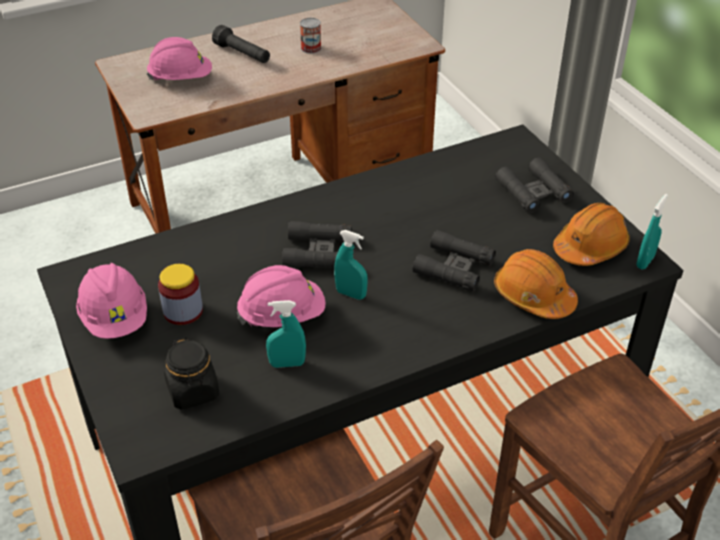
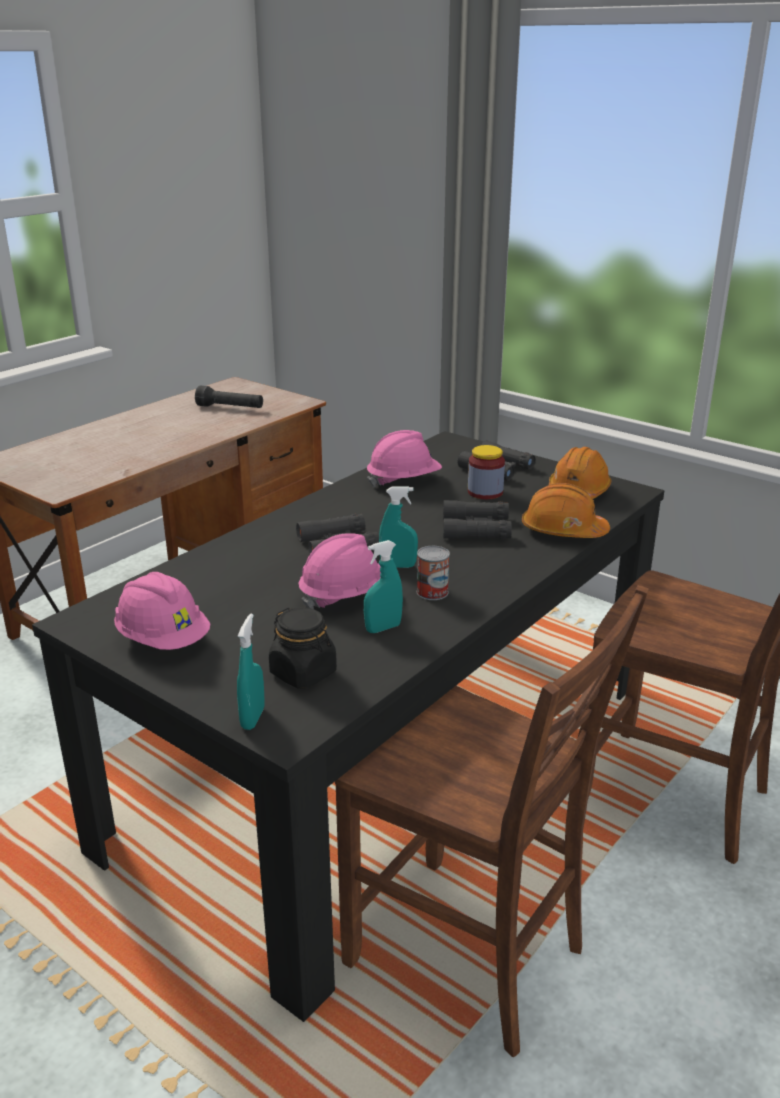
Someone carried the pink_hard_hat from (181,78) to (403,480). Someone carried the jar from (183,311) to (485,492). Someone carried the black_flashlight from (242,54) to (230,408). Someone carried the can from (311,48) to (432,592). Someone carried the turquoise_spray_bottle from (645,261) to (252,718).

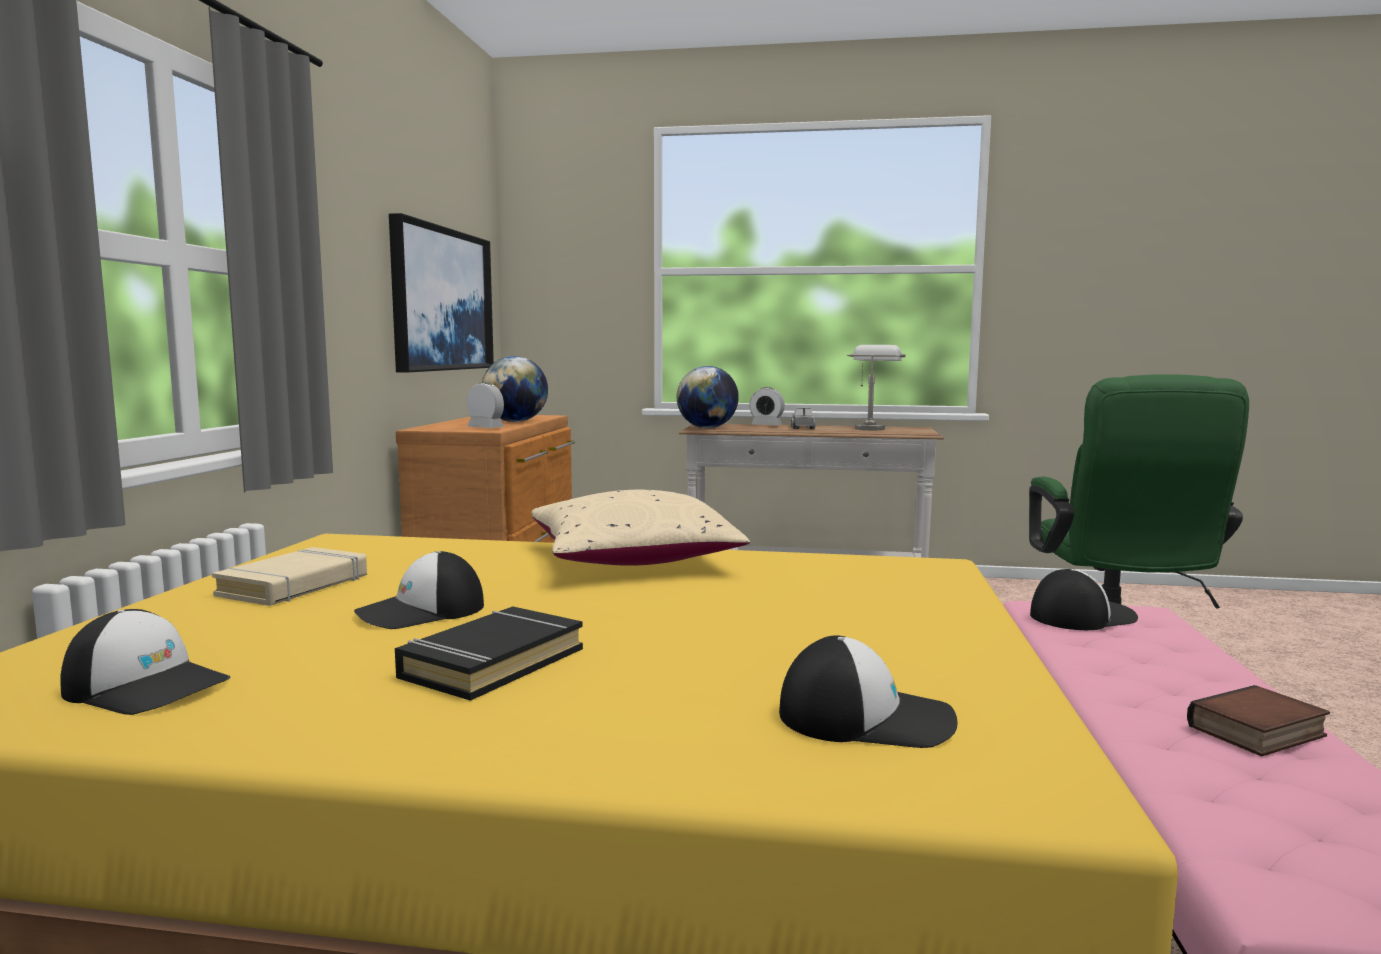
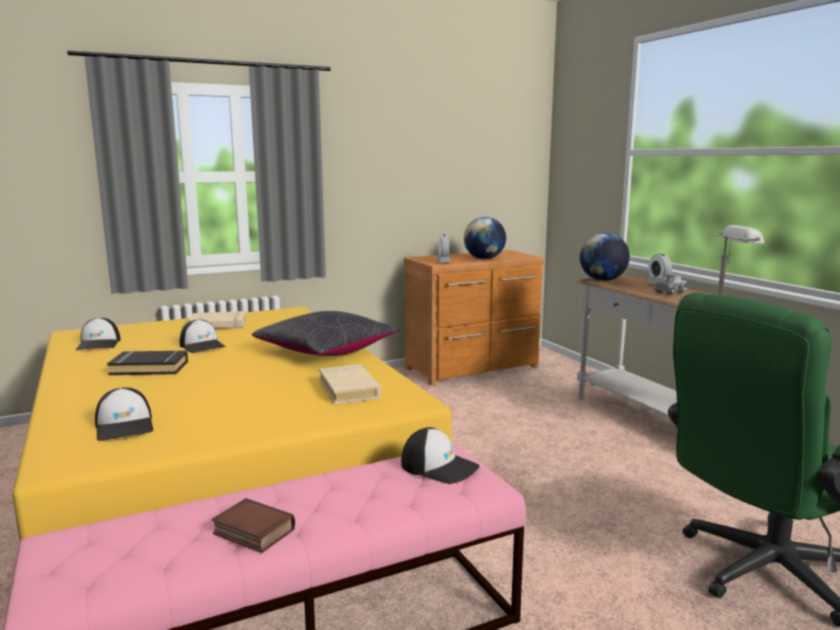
Someone rotated the cap at (421,612) by 150 degrees counterclockwise. Someone took away the picture at (441,300). Someone repainted the beige_pillow at (632,560), which became the black_pillow at (326,350). Someone put down the beige_book at (349,389).

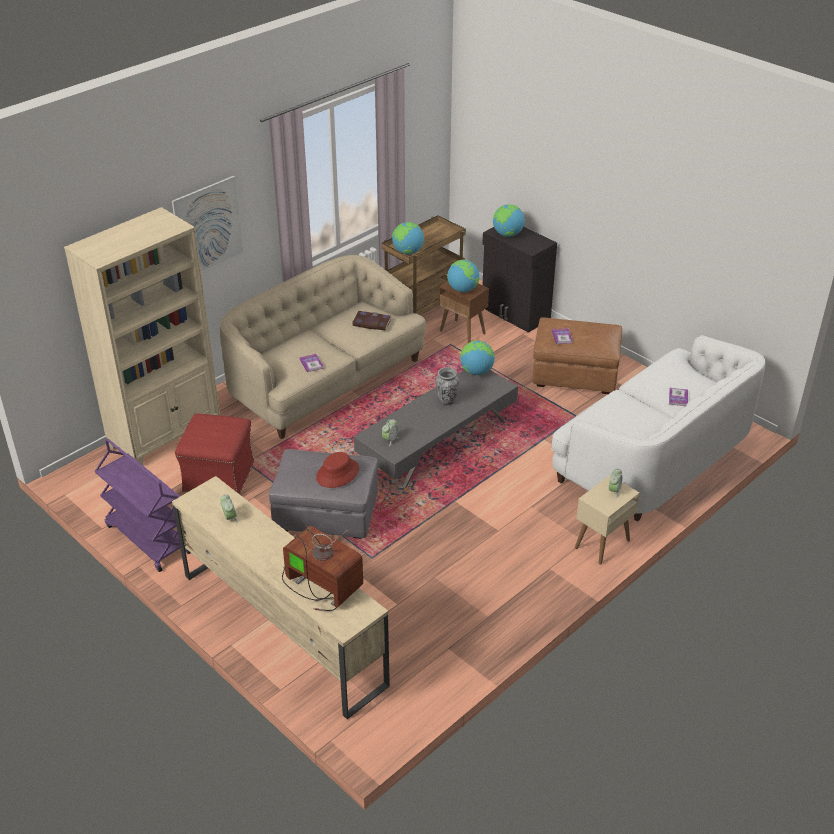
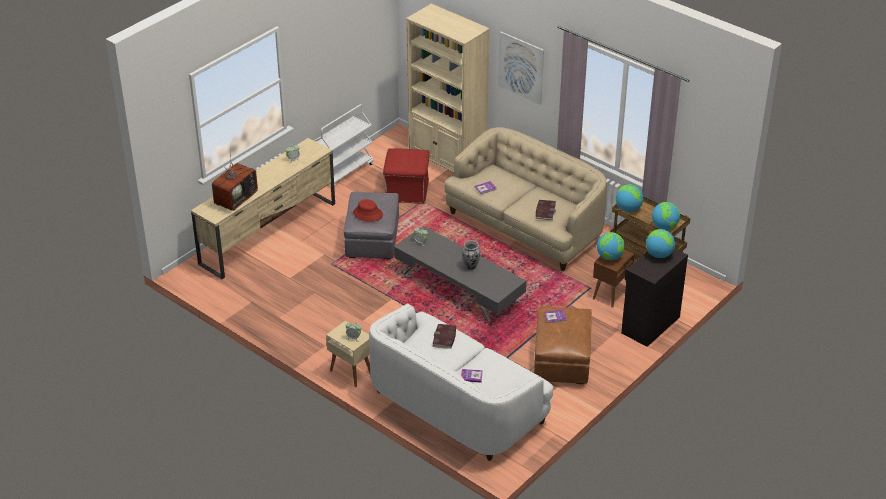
Someone repainted the purple_cart at (147,539), which became the white_cart at (344,172). Someone carried the globe from (476,371) to (664,227). Someone put down the book at (444,338).

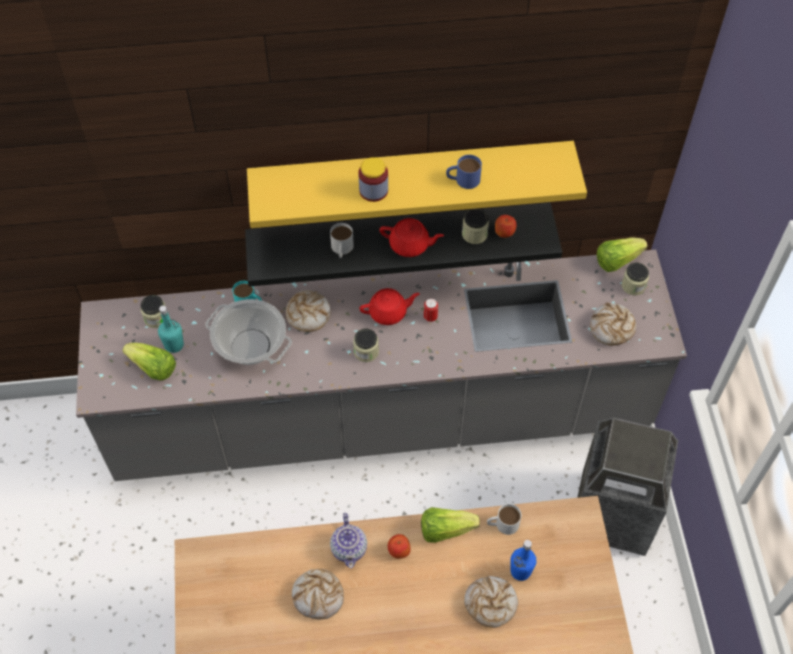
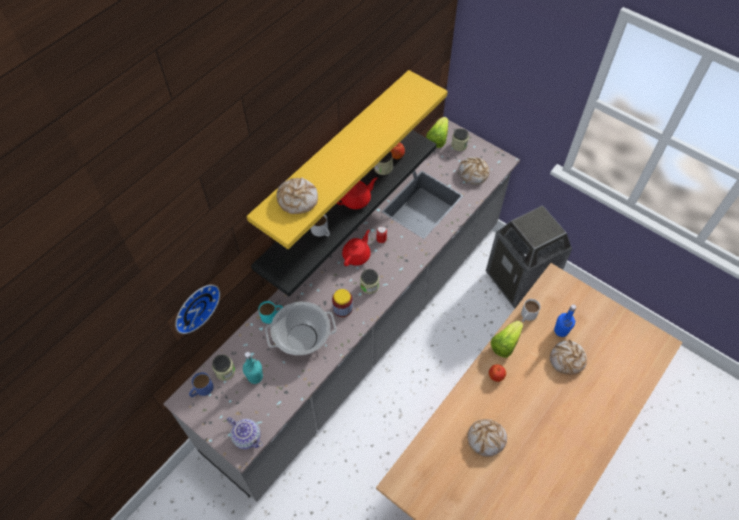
Someone took away the lettuce at (153,368). Someone carried the bread from (308,314) to (297,199). Someone carried the teapot from (349,548) to (247,437). Someone carried the jar from (373,190) to (342,308). Someone carried the blue_mug from (463,179) to (201,390). Someone put up the wall_clock at (194,306).

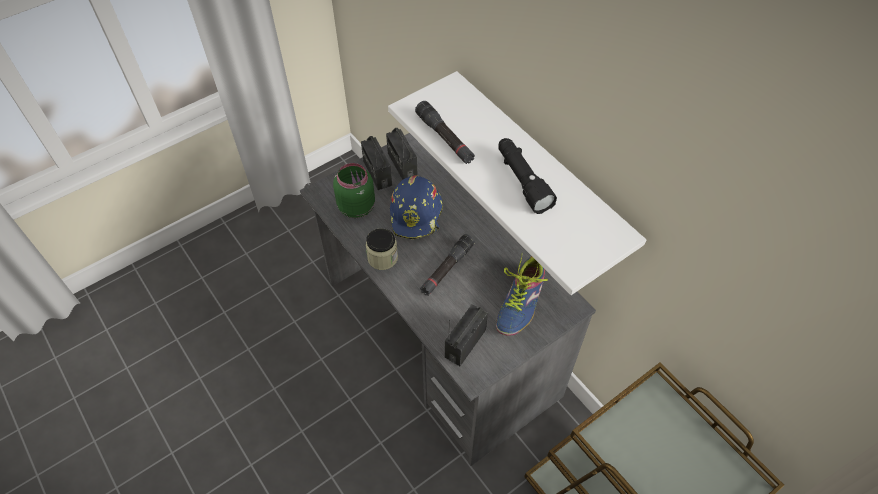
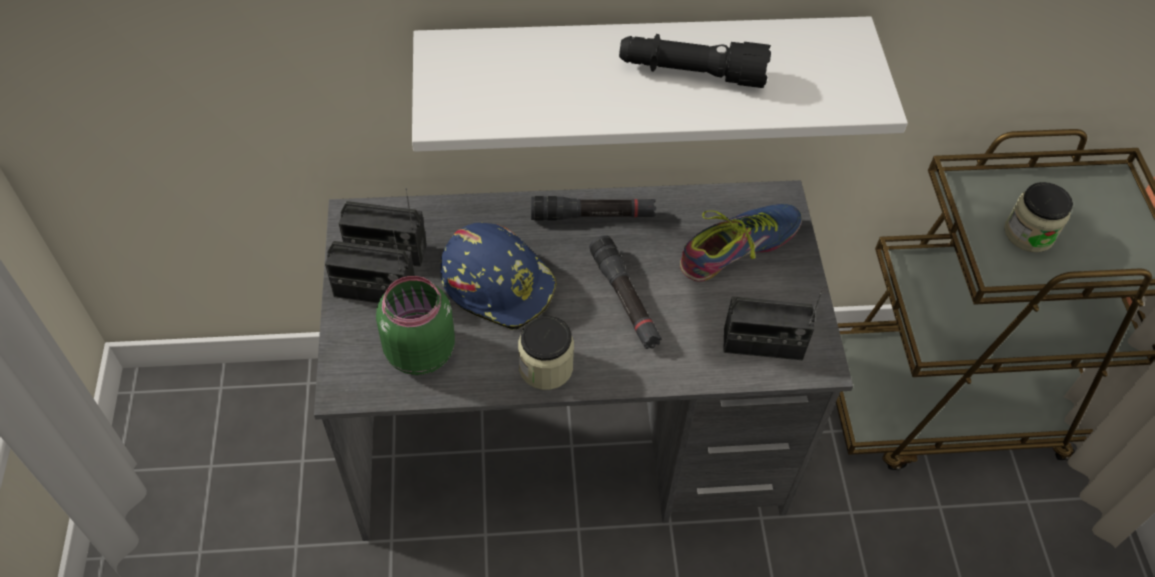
Someone carried the black_flashlight from (445,138) to (592,215). Someone rotated the radio at (465,343) by 60 degrees counterclockwise. Someone rotated the shoe at (520,302) by 90 degrees counterclockwise. Someone put down the jar at (1029,233).

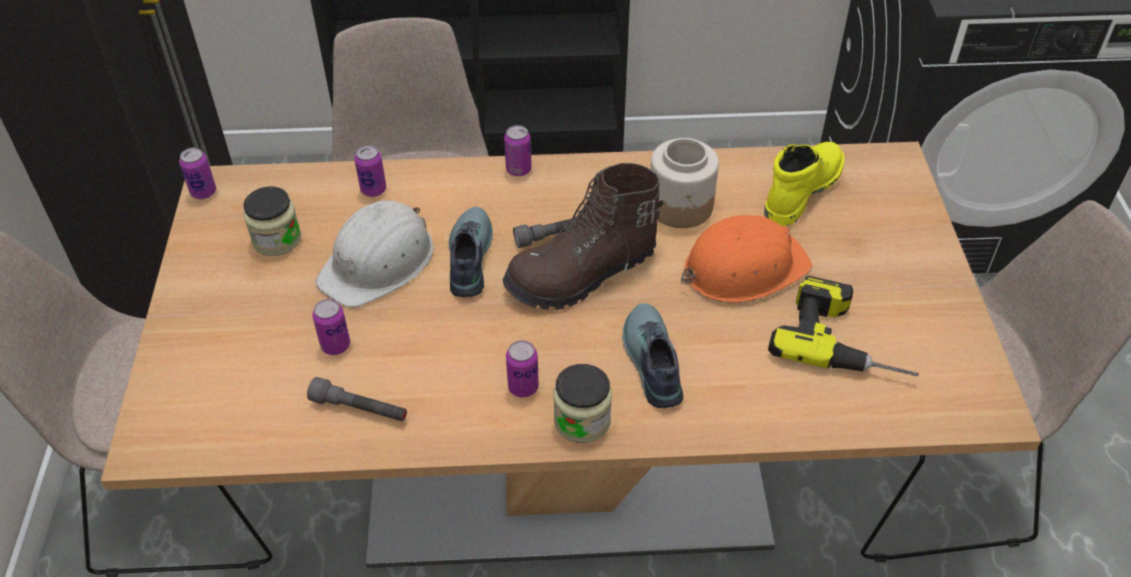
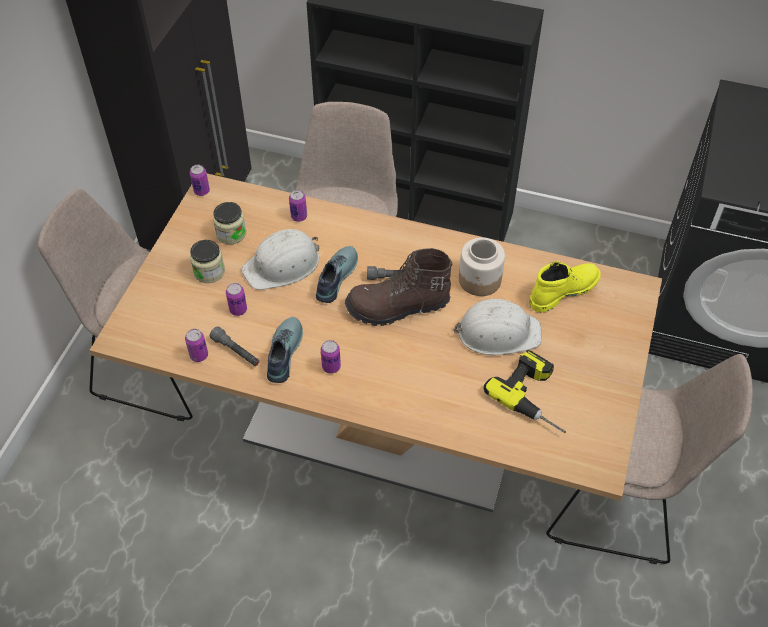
Someone carried the can from (518,169) to (199,355). Someone carried the jar from (582,420) to (209,272). Someone carried the shoe from (650,362) to (282,353). Someone repainted the orange_hard_hat at (743,268), which became the white_hard_hat at (498,332).

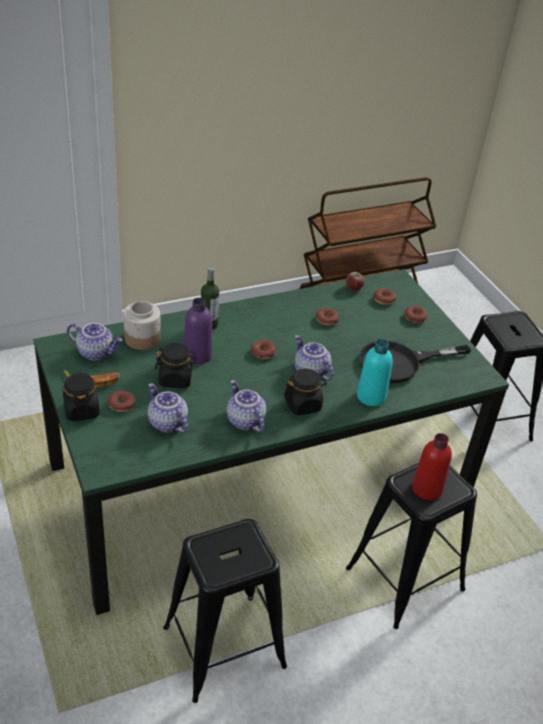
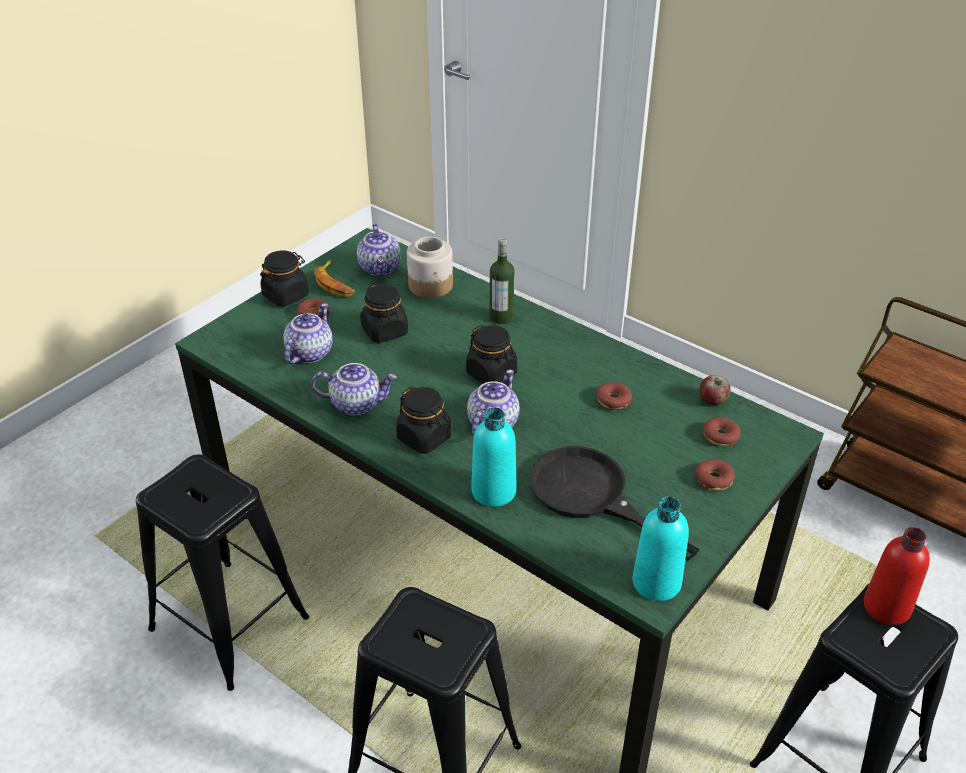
Someone took away the purple_bottle at (197,355). Someone rotated the teapot at (244,421) by 60 degrees clockwise. Someone swapped the donut at (263,353) for the black_jar at (492,373). Someone carried the red_bottle from (427,489) to (886,607). Someone put down the turquoise_bottle at (656,582).

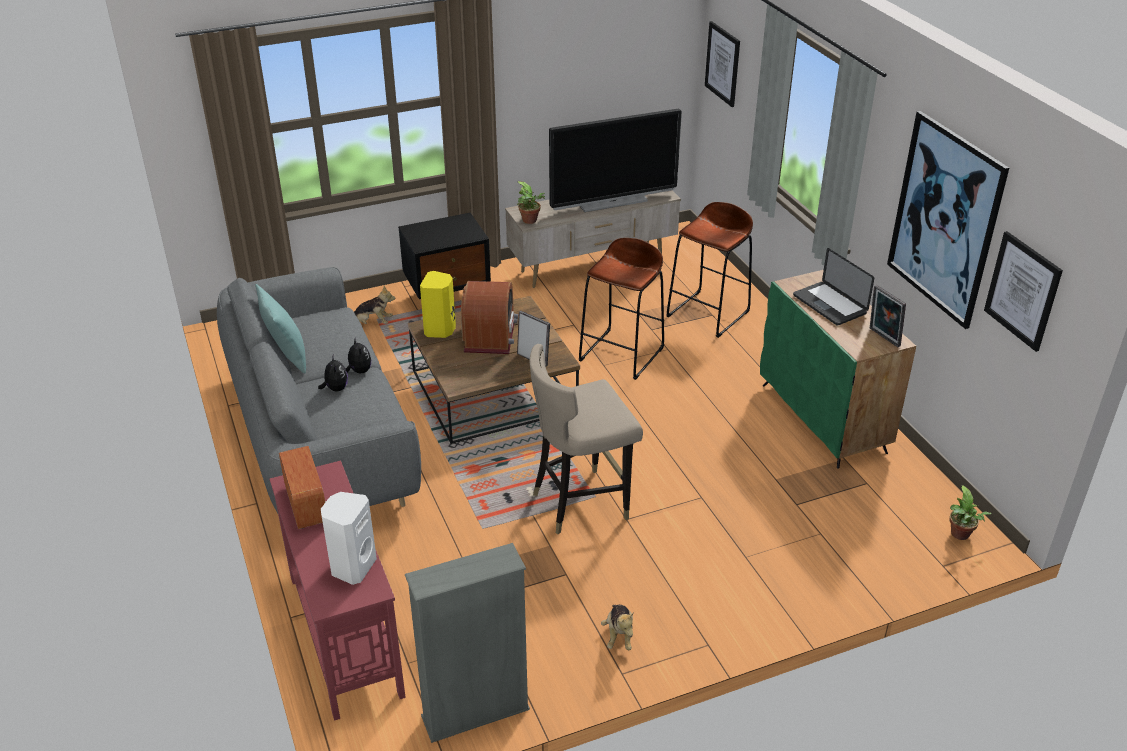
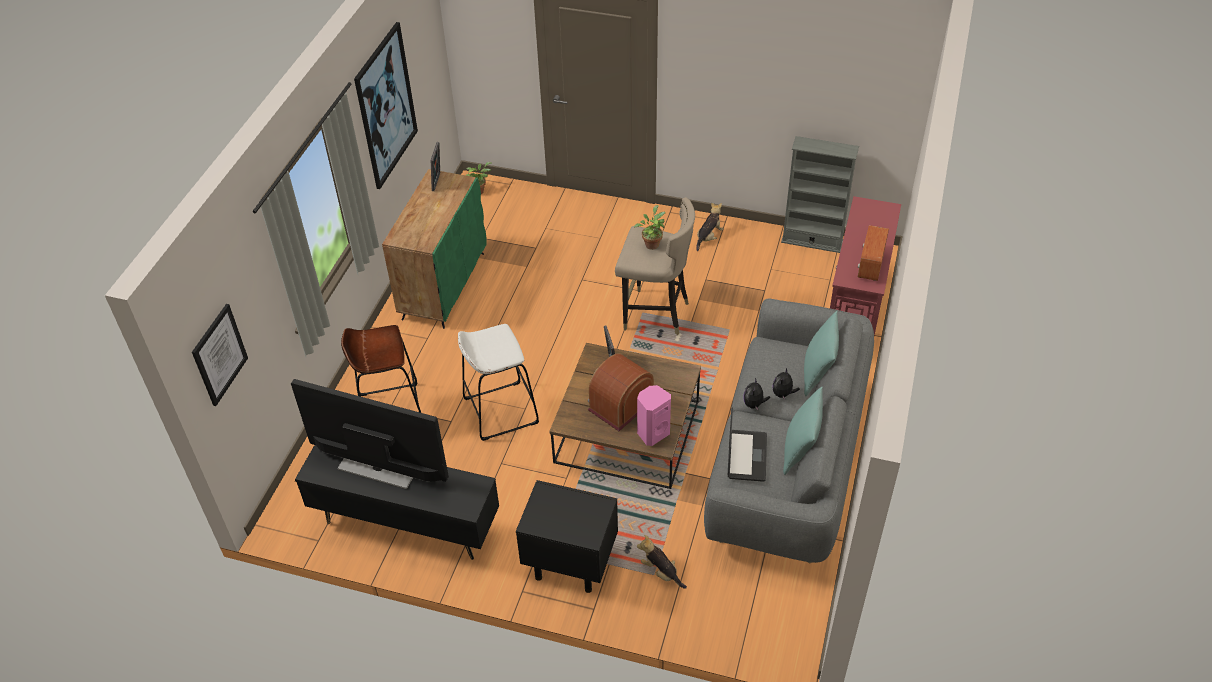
Someone took away the white_speaker at (352,567). Someone repainted the yellow_speaker at (440,330), which became the pink_speaker at (652,433). Someone repainted the beige_tv_stand at (592,266), which became the black_tv_stand at (407,526). Someone carried the potted_plant from (531,221) to (651,243). Someone repainted the brown_stool at (622,354), which became the white_stool at (500,410). Someone carried the laptop from (829,304) to (747,456). Someone took away the picture at (1023,290). Someone put down the turquoise_pillow at (818,374).

